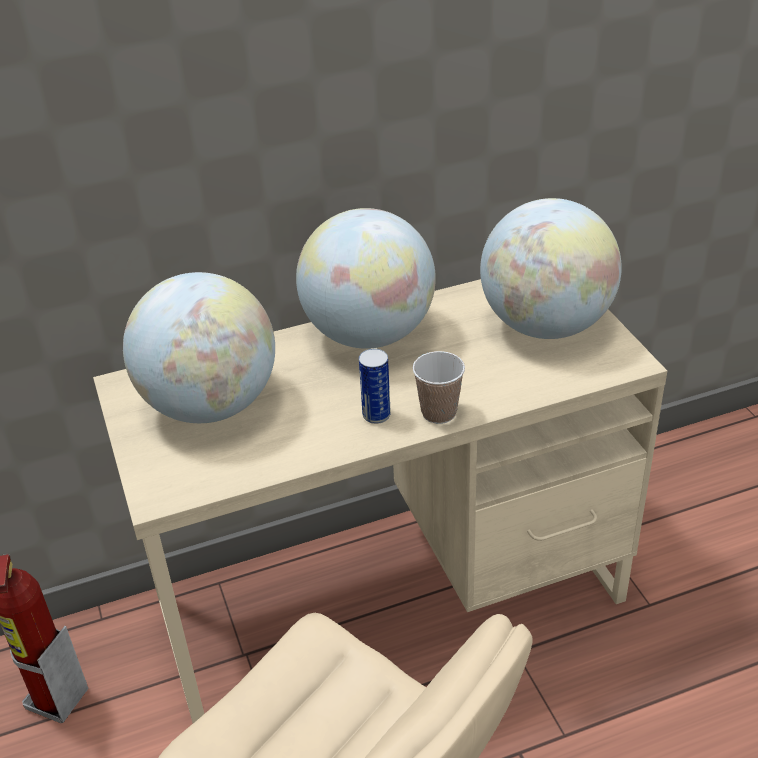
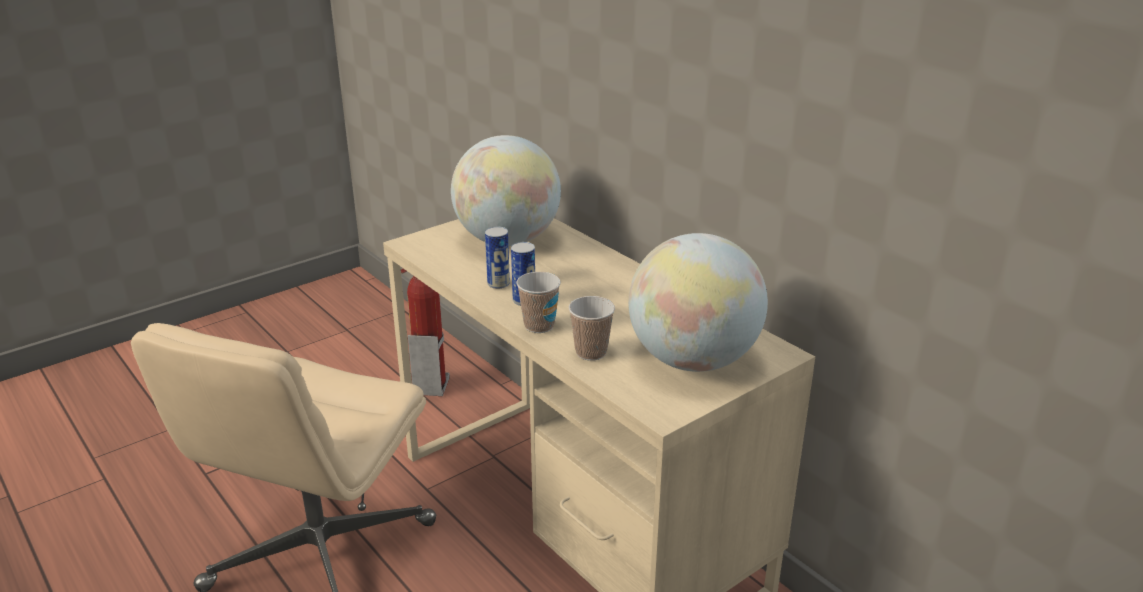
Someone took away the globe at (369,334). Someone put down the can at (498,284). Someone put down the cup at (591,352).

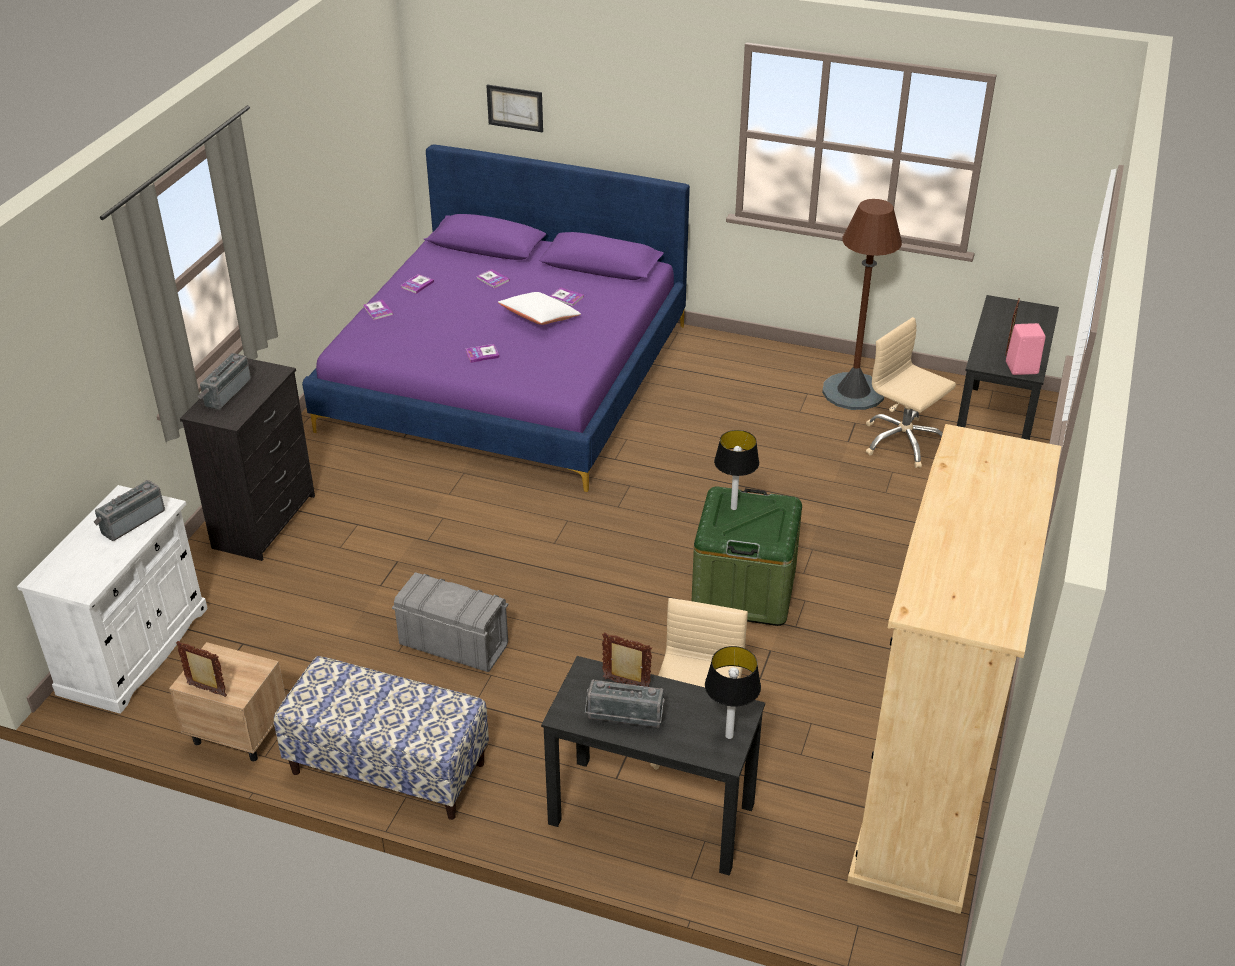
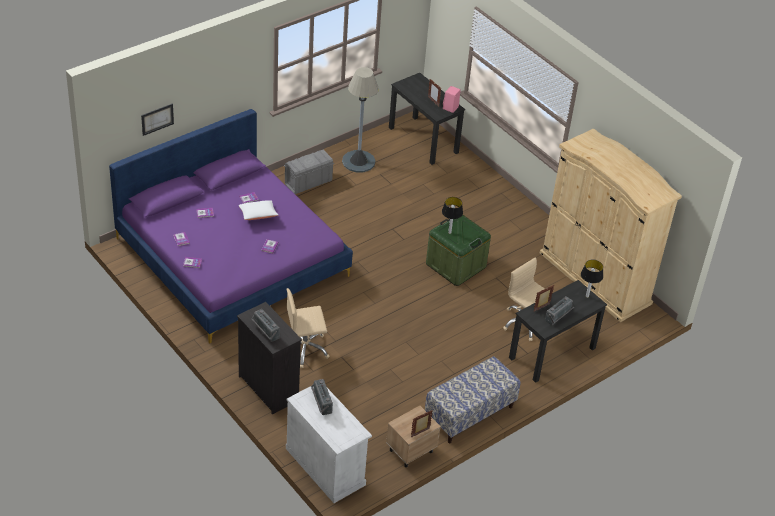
Someone carried the grey_storage_box from (453,644) to (308,182). Someone repainted the brown_floor_lamp at (853,392), which became the grey_floor_lamp at (358,161). Someone carried the beige_office_chair from (902,442) to (304,349).

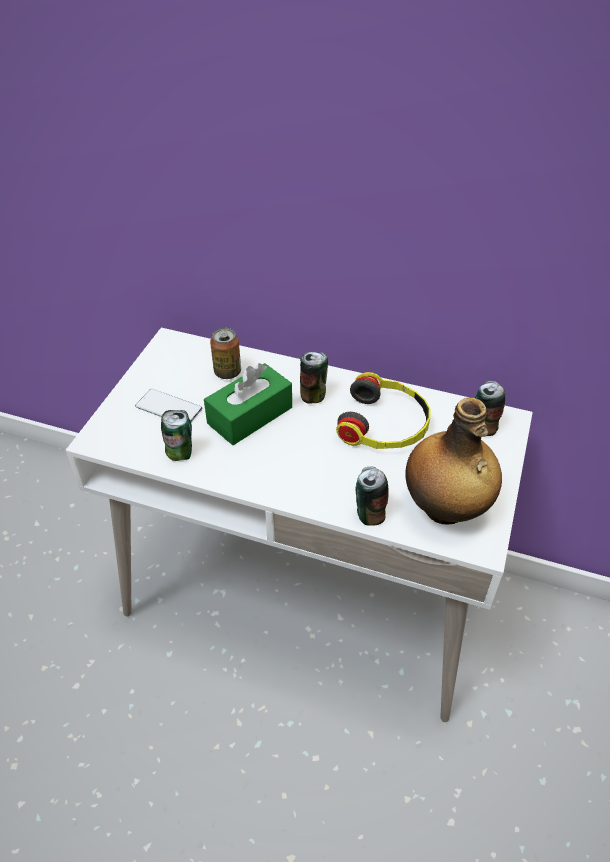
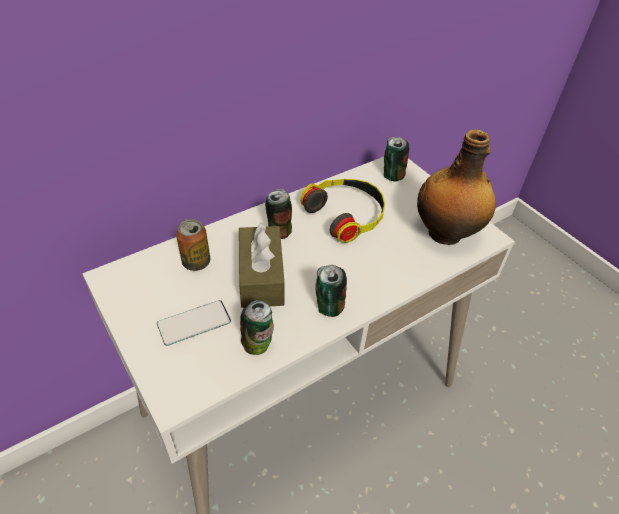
Someone repainted the green_tissue_box at (250,415), which became the brown_tissue_box at (261,277). Someone carried the can from (369,514) to (328,307).

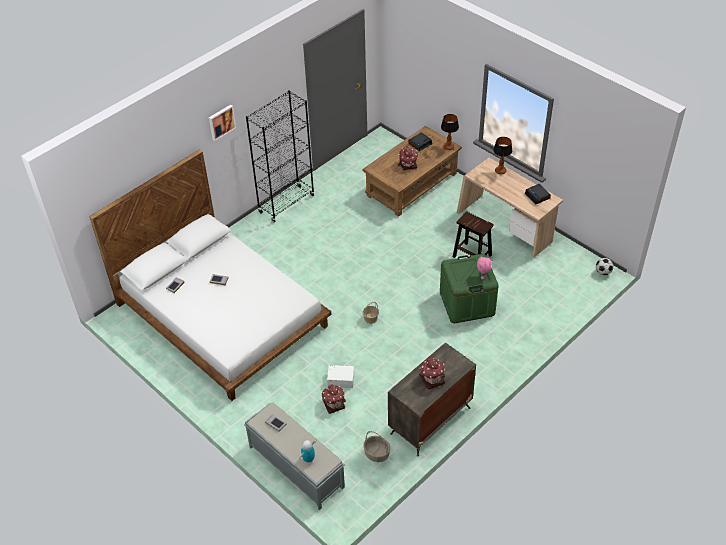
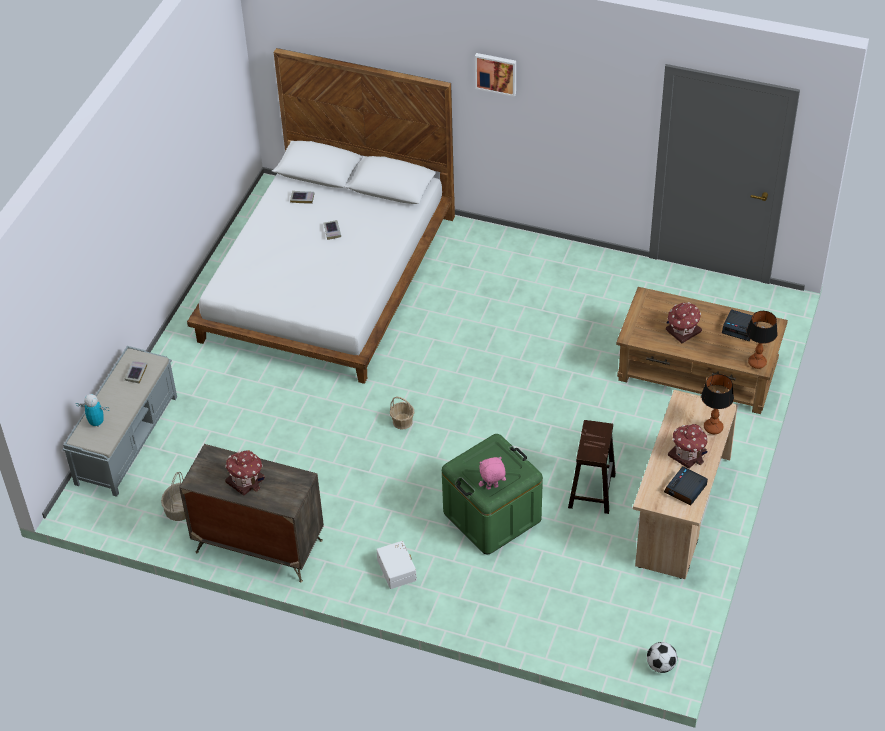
Someone took away the black_bookcase at (286,204). Someone carried the toy_house from (333,403) to (687,453). Someone carried the white_storage_box from (341,379) to (397,569).

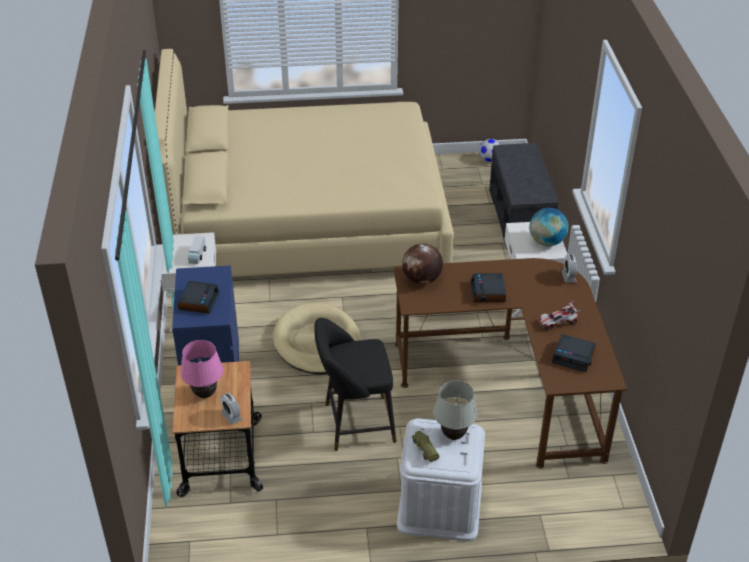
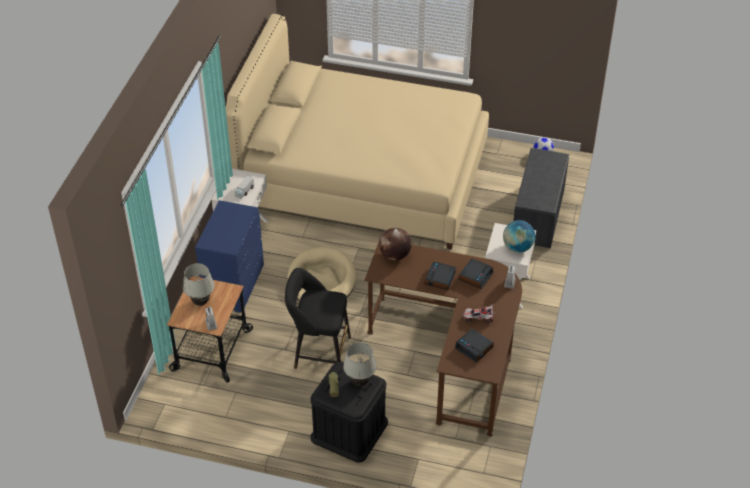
Someone carried the alarm_clock from (198,301) to (475,276). Someone repainted the pink_table_lamp at (205,394), which became the white_table_lamp at (201,302). Someone repainted the white_storage_box at (439,505), which became the black_storage_box at (349,430).

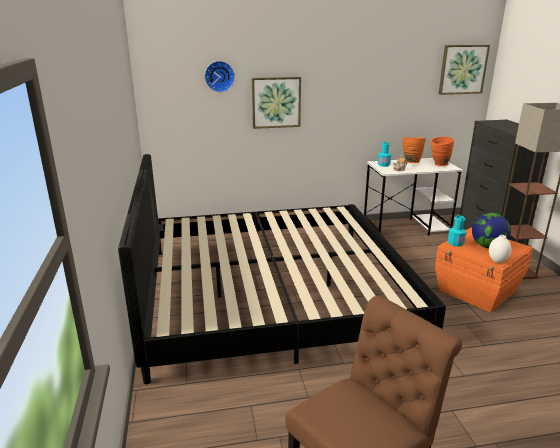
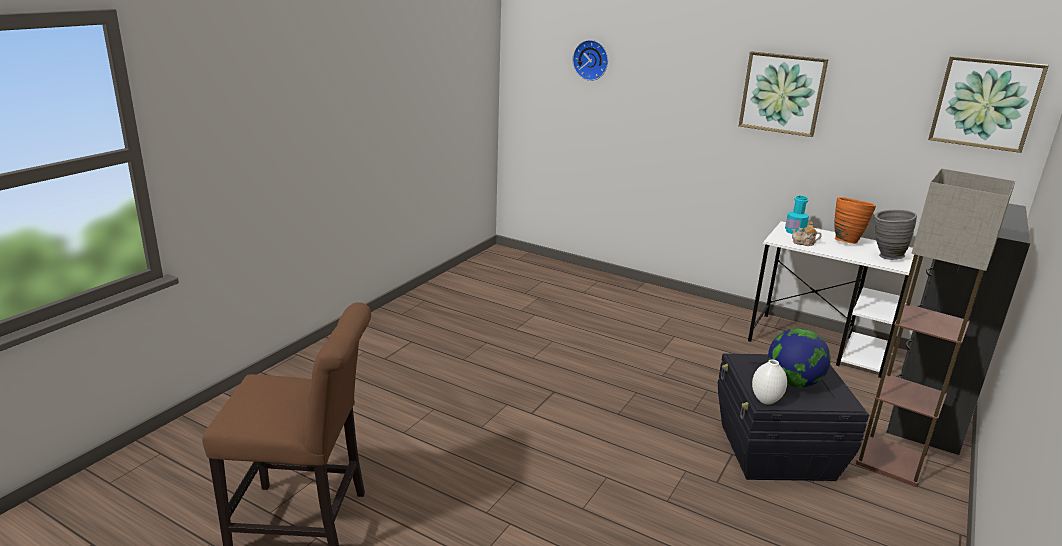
Someone took away the bed at (272,292). Someone carried the picture from (276,102) to (782,93). Someone repainted the orange_vase at (439,165), which became the grey_vase at (885,256). Someone repainted the orange_storage_box at (477,291), which became the black_storage_box at (775,452). Someone took away the turquoise_bottle at (455,243).

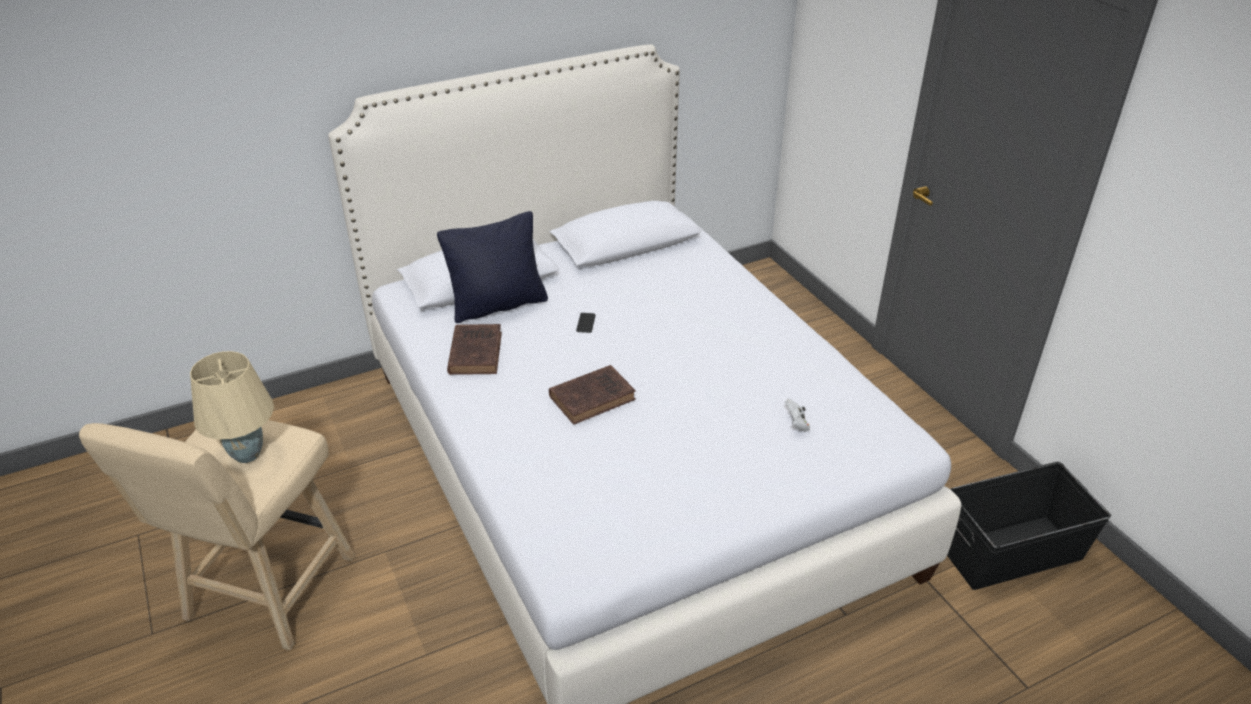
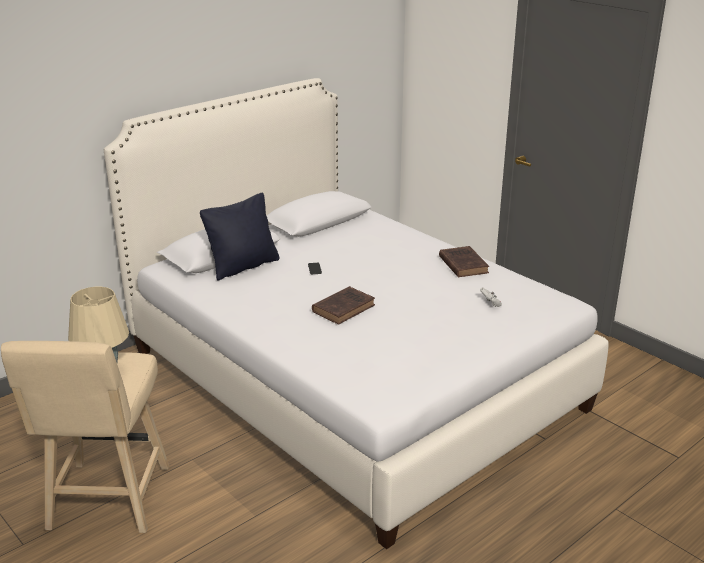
Someone carried the brown_book from (475,352) to (462,264). Someone took away the black_storage_box at (1012,552).

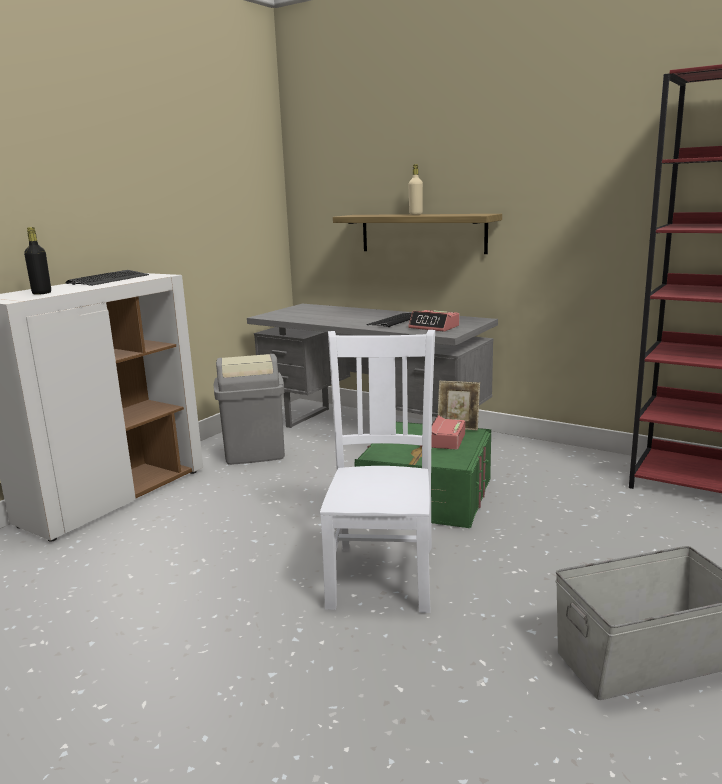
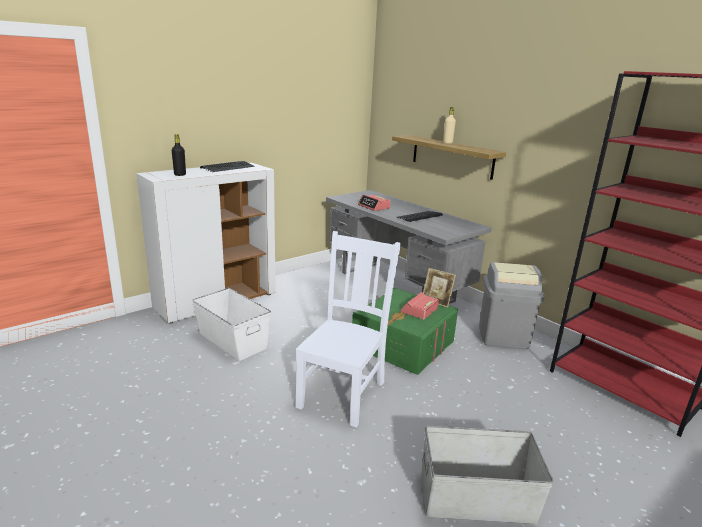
Someone carried the grey_trash_can from (254,452) to (503,337). Someone carried the alarm_clock from (434,327) to (374,207). Someone put down the white_storage_box at (232,340).

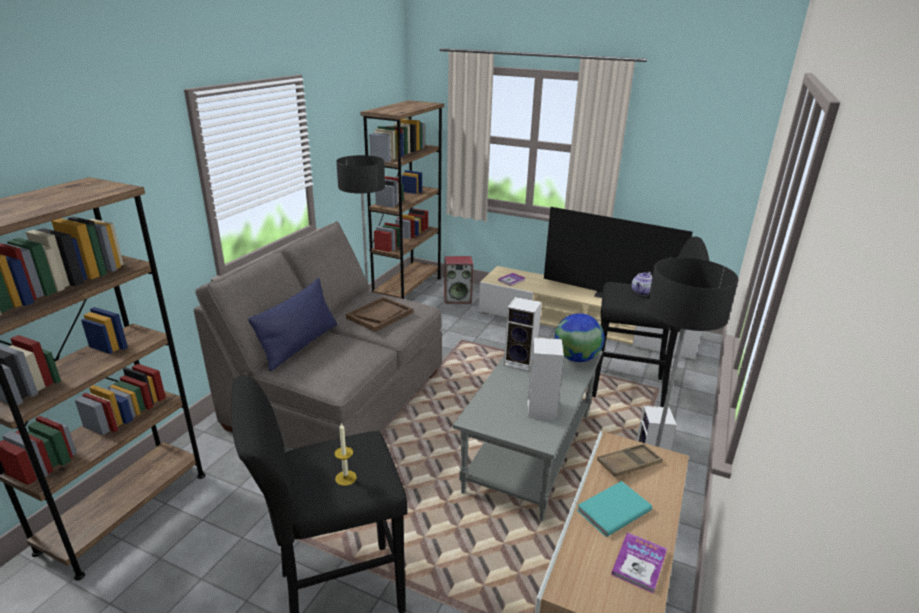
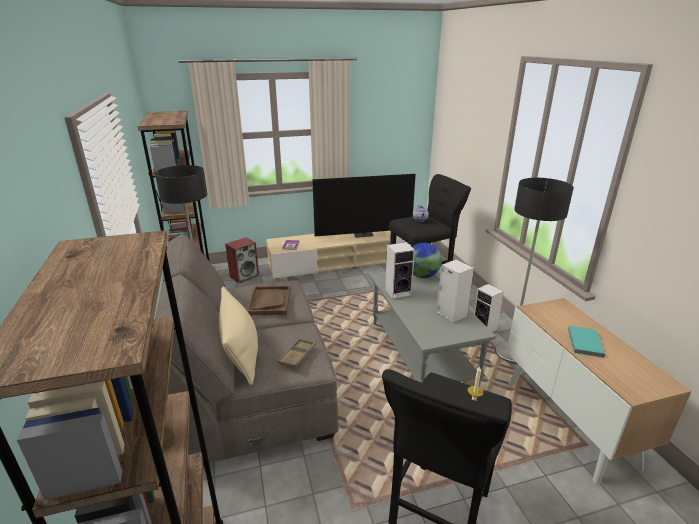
Someone repainted the blue_pillow at (300,345), which became the beige_pillow at (241,353). Someone carried the brown_tray from (628,464) to (297,355). Someone took away the book at (639,563).

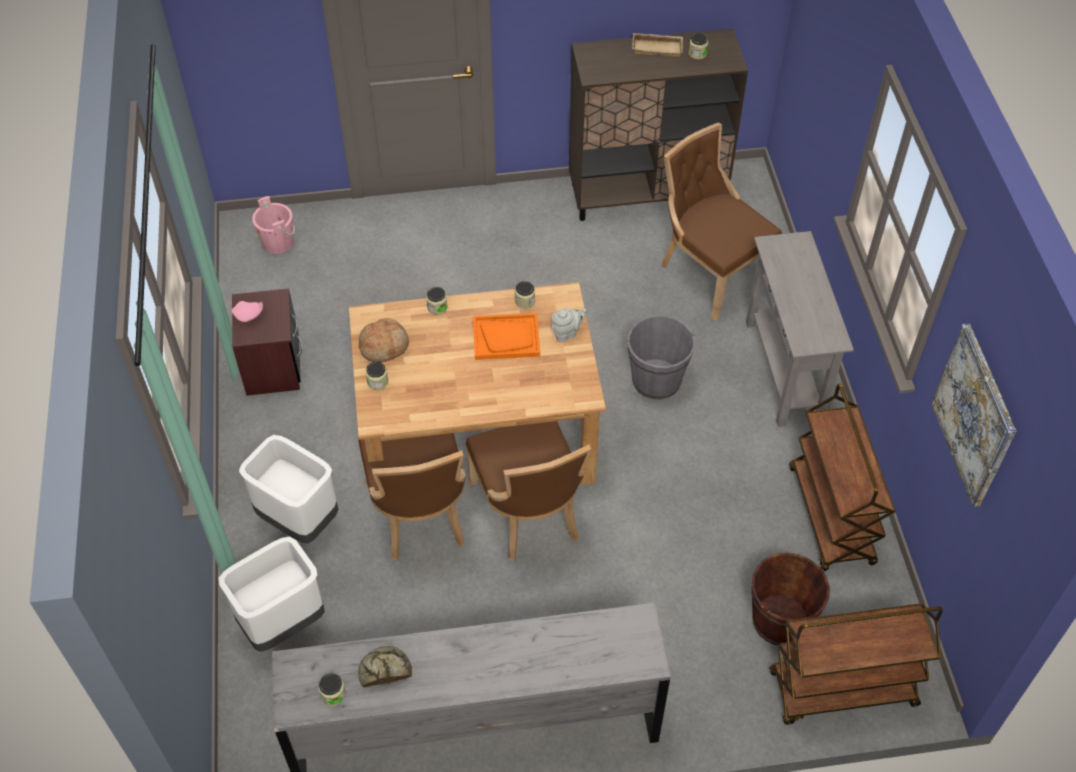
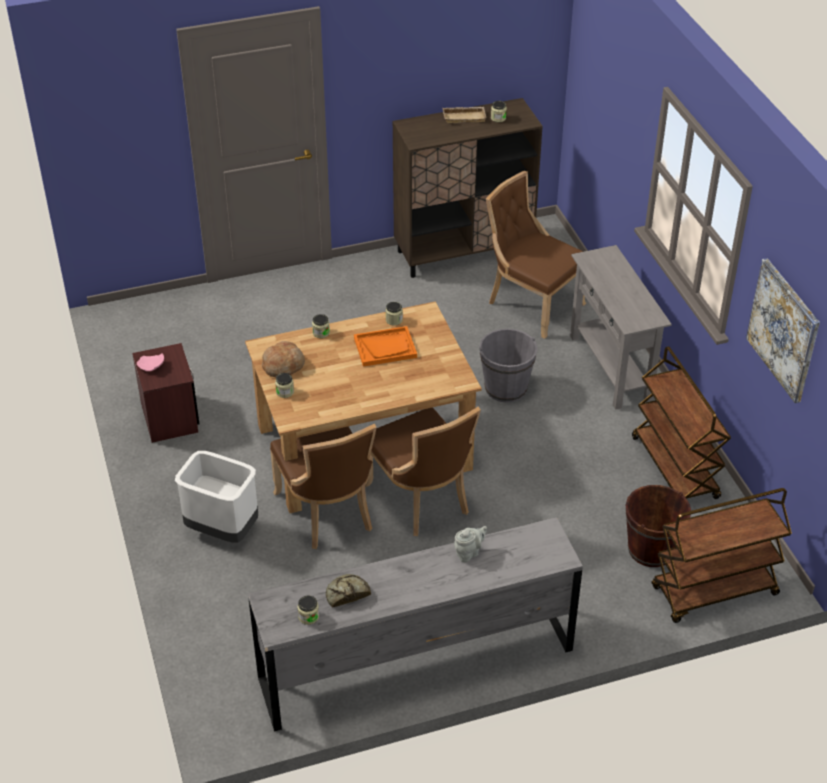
Someone took away the white_trash_can at (283,624). Someone took away the pink_bucket at (278,242). Someone carried the grey_teapot from (567,333) to (469,553).

